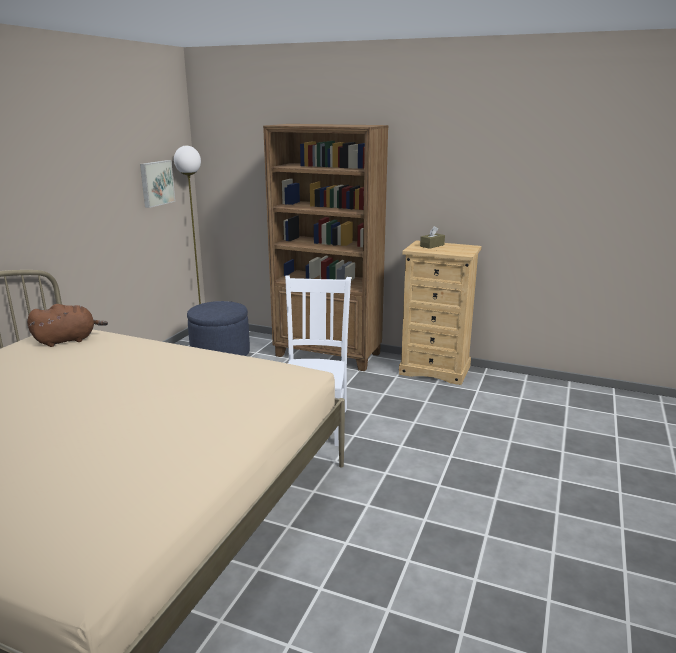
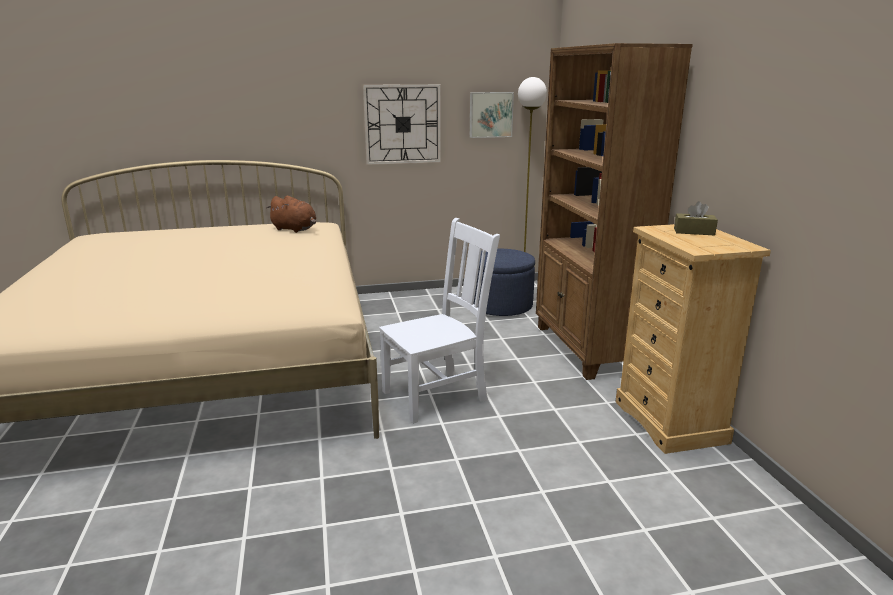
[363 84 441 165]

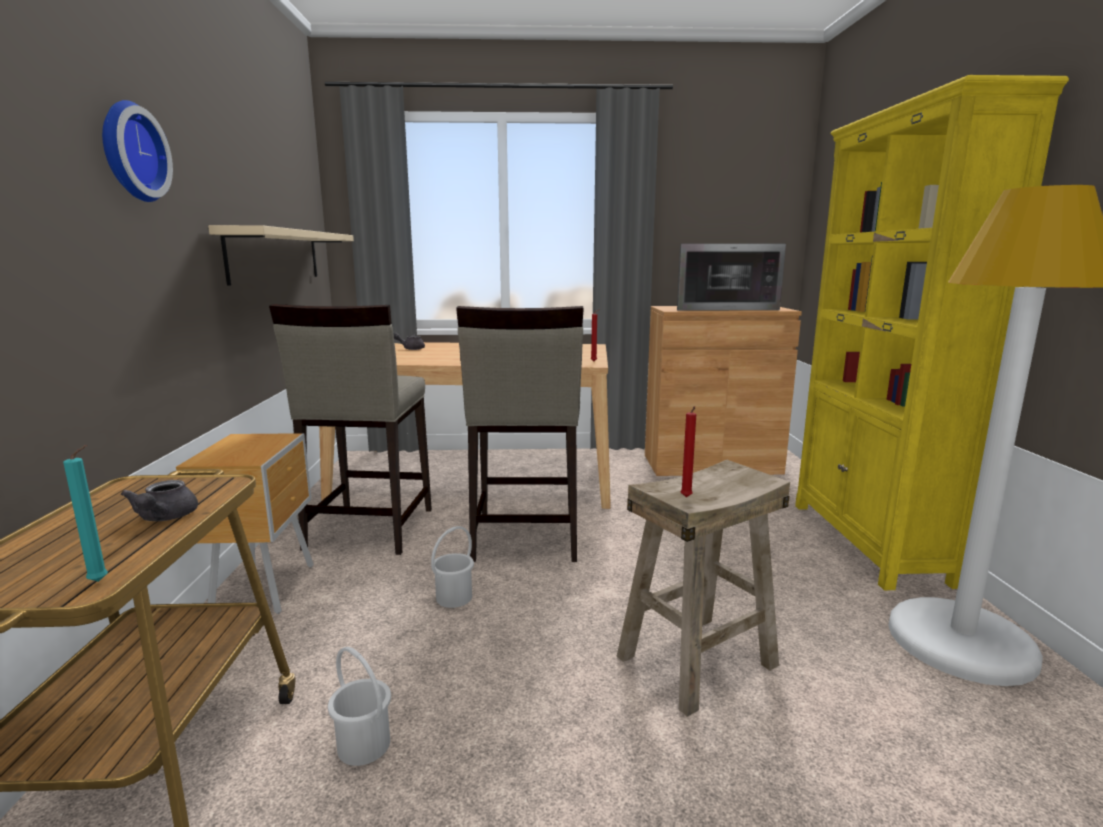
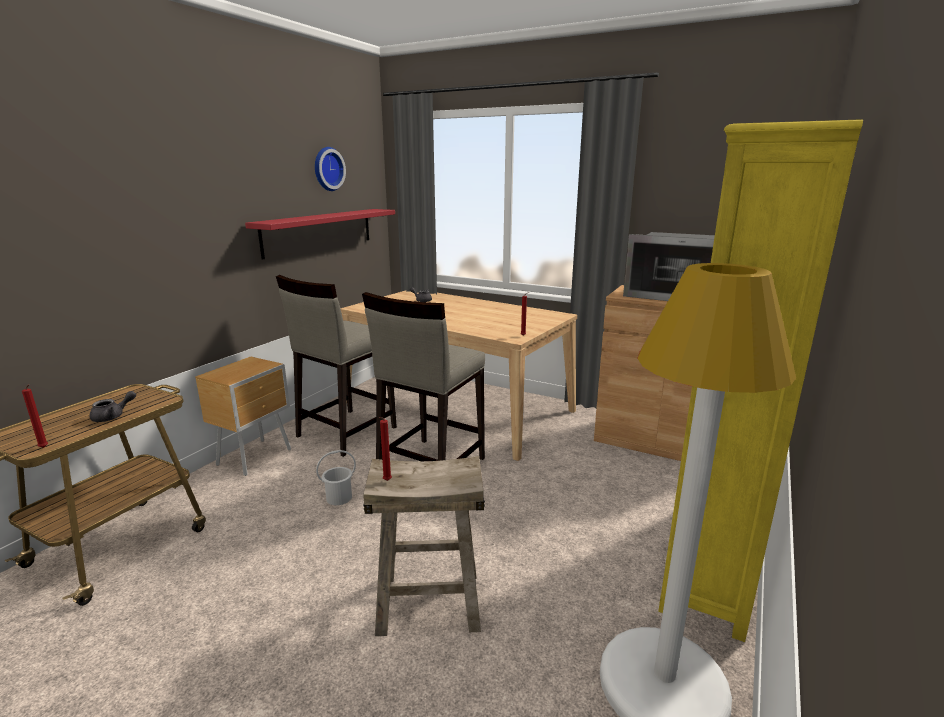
[22 384 48 448]
[89 391 136 422]
[245 209 395 260]
[315 147 346 191]
[328 647 391 766] (first image)

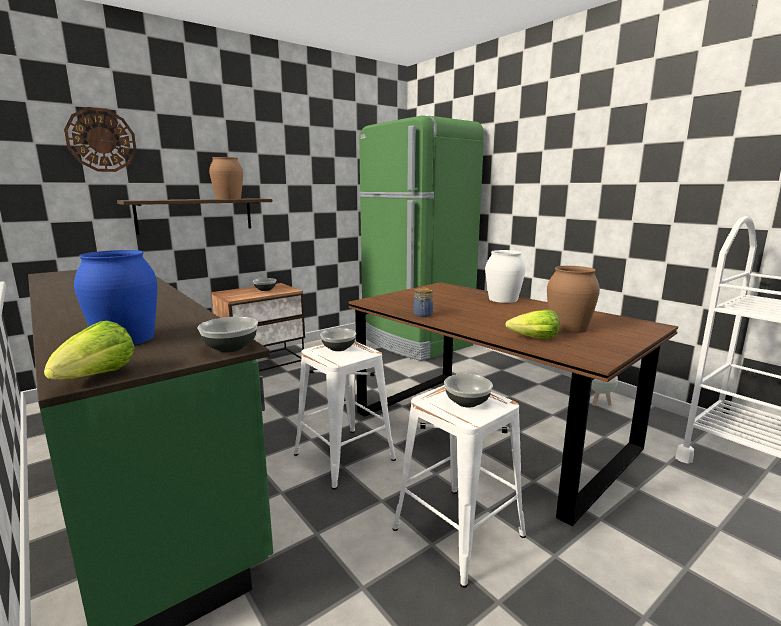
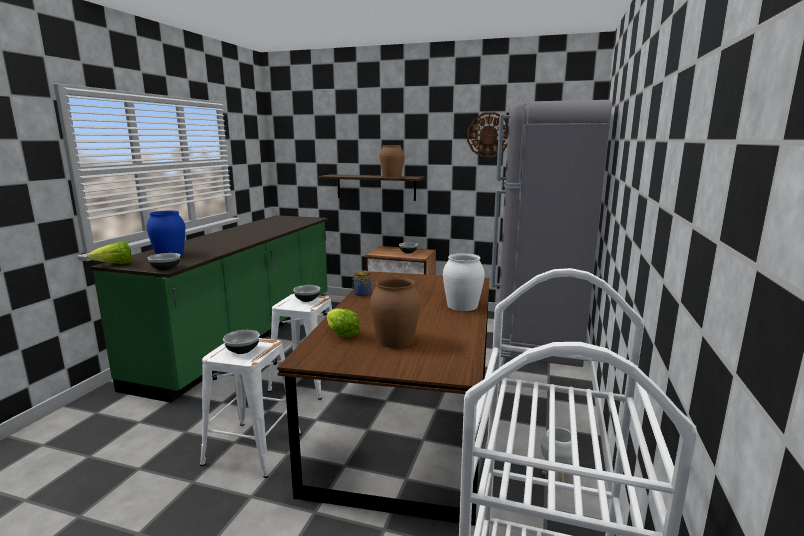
[467 112 508 157]
[491 100 612 367]

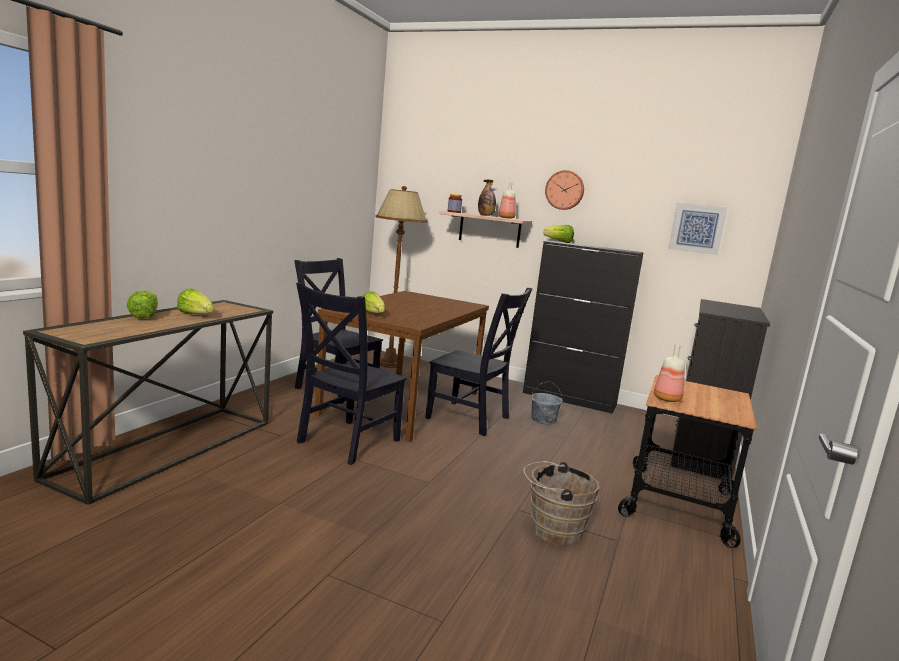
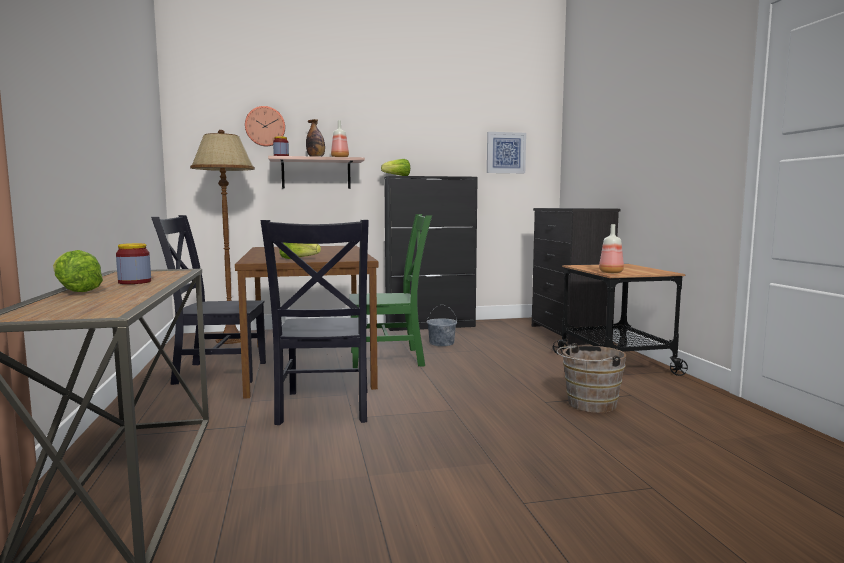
[116 243 151 284]
[245 106 285 146]
[349 214 432 368]

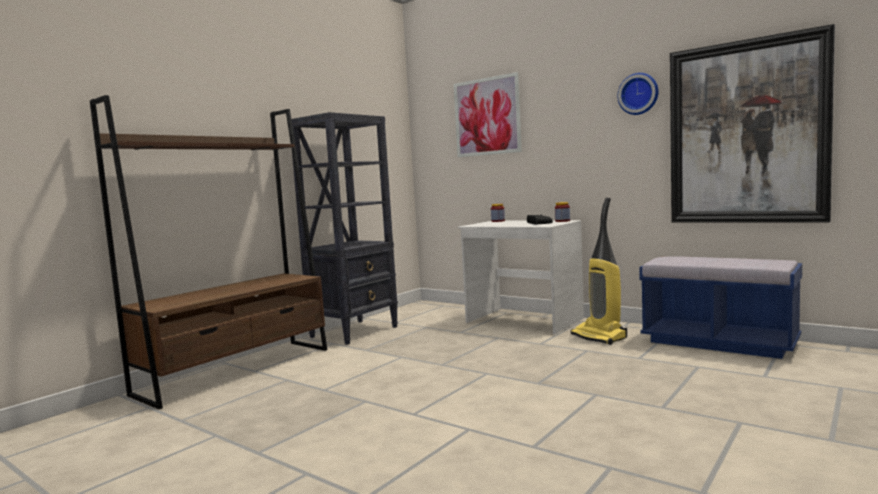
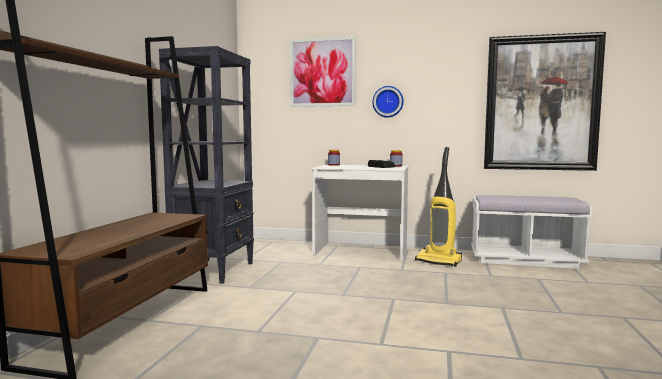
[372 86 404 117]
[471 195 593 269]

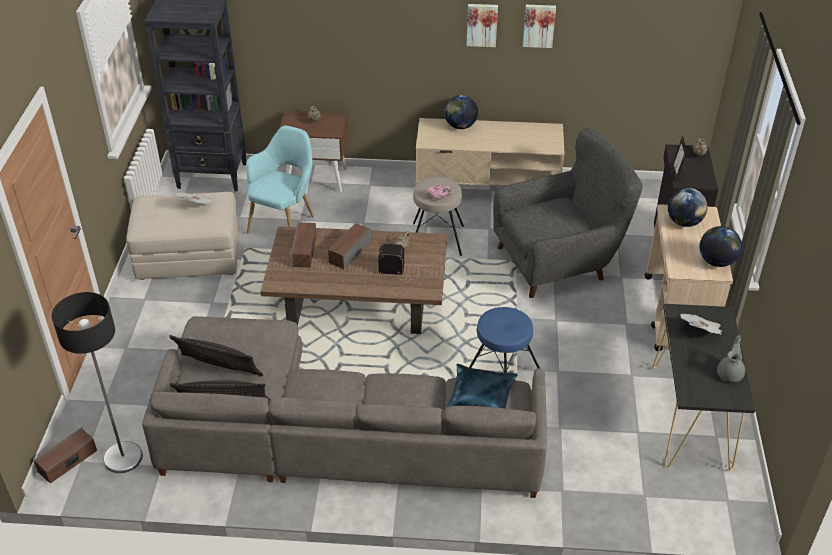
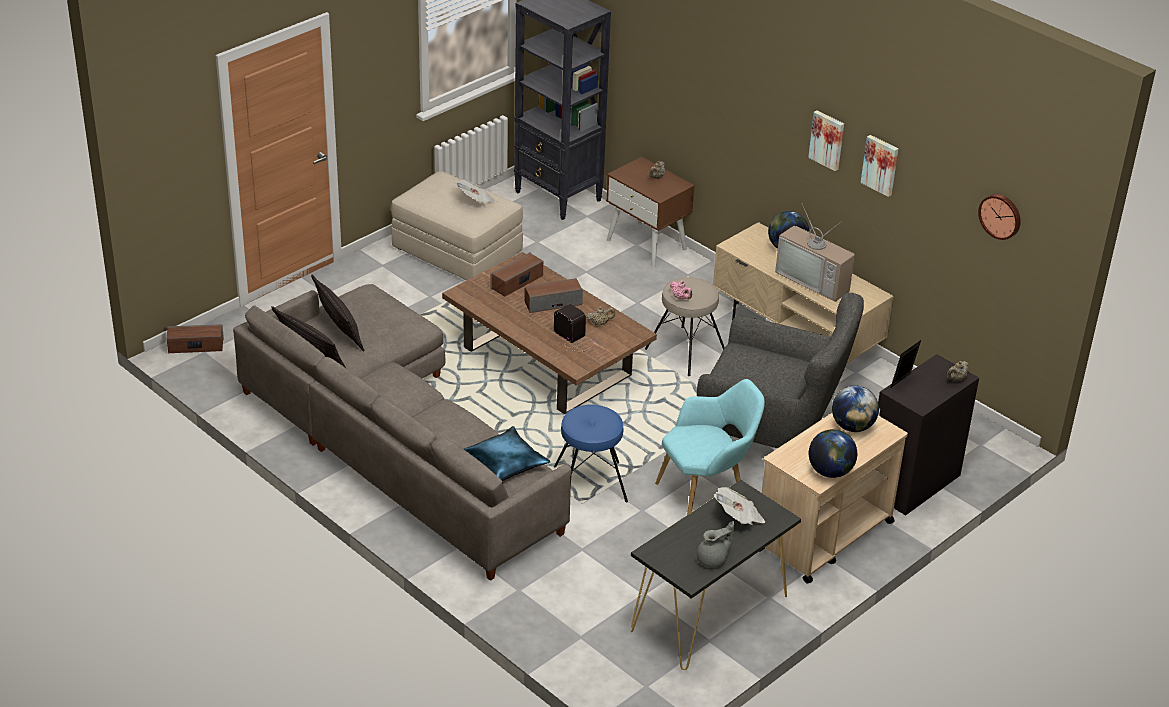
[655 379 765 515]
[775 204 855 302]
[978 194 1021 240]
[52 292 143 473] (first image)

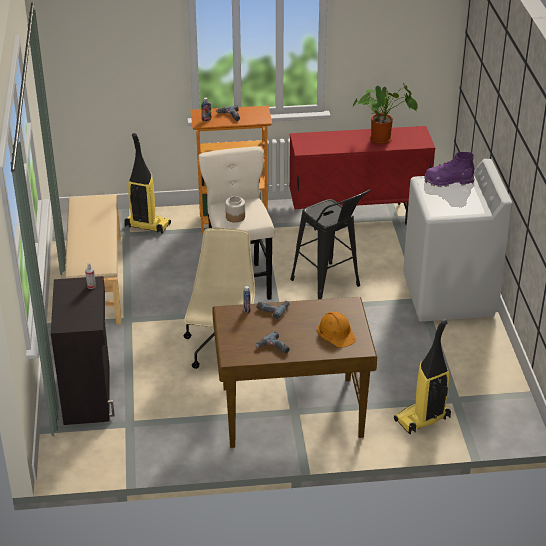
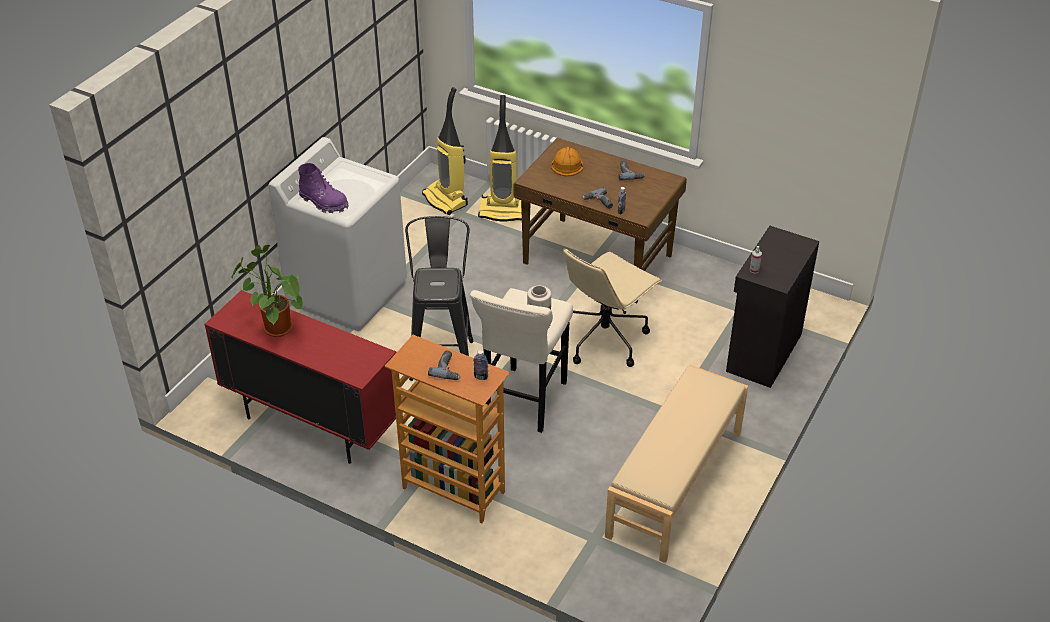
[422 87 468 215]

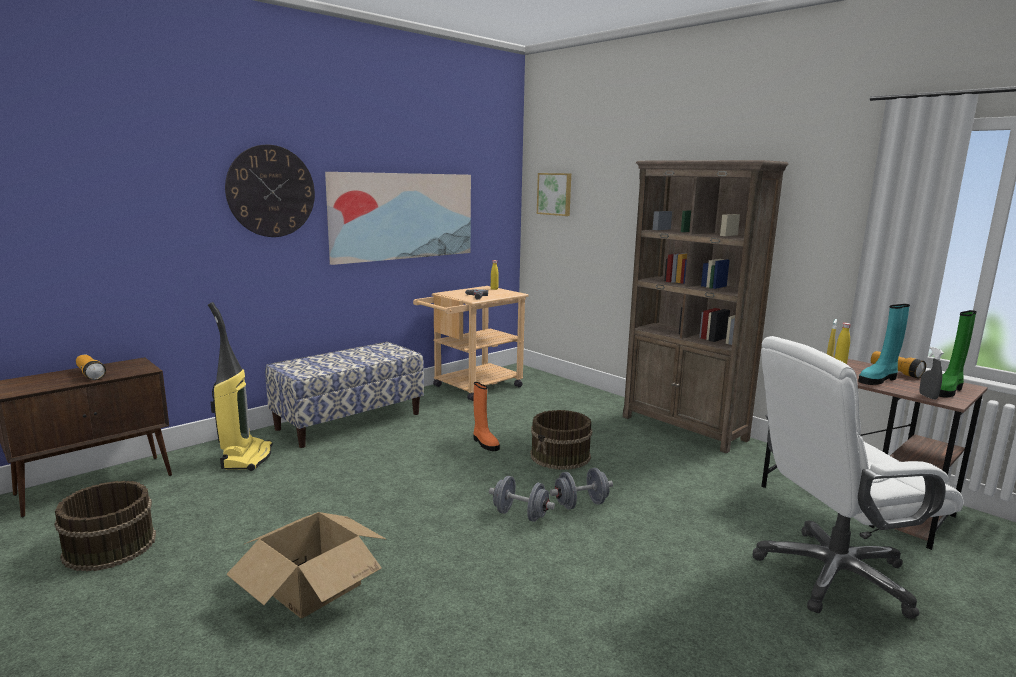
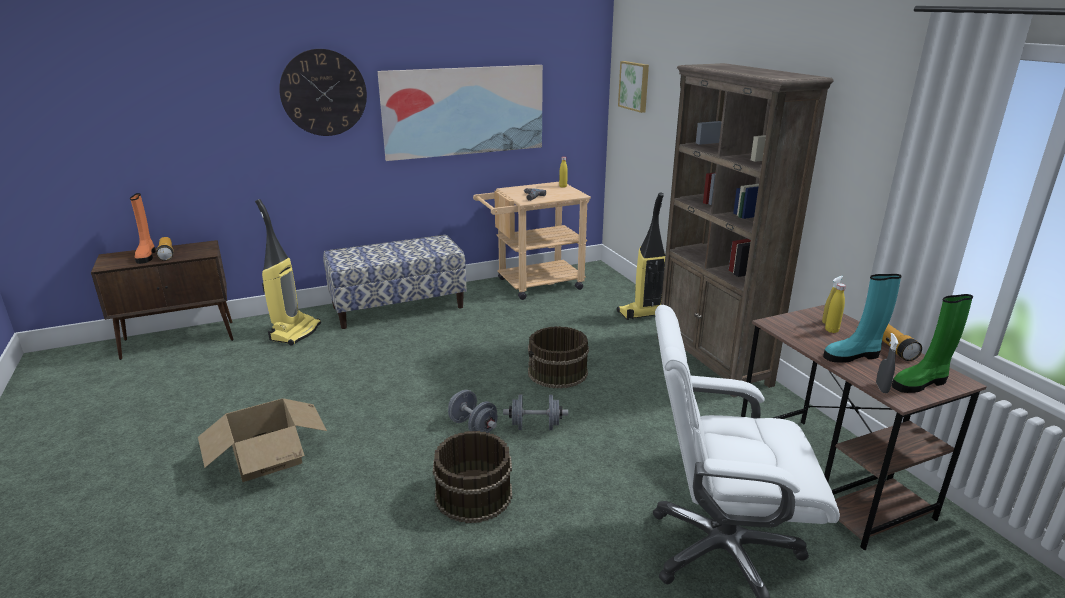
[130 193 156 264]
[433 431 512 523]
[617 193 665 320]

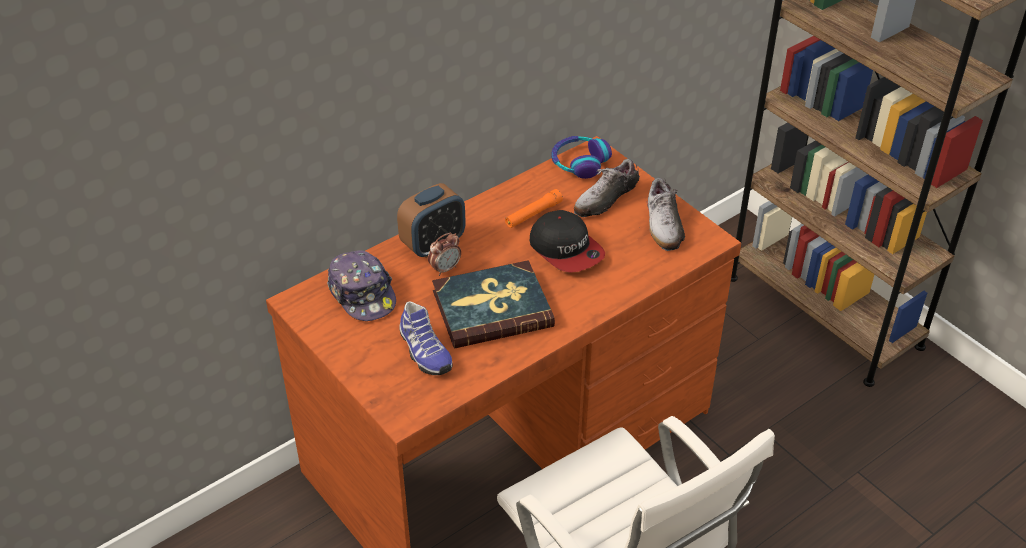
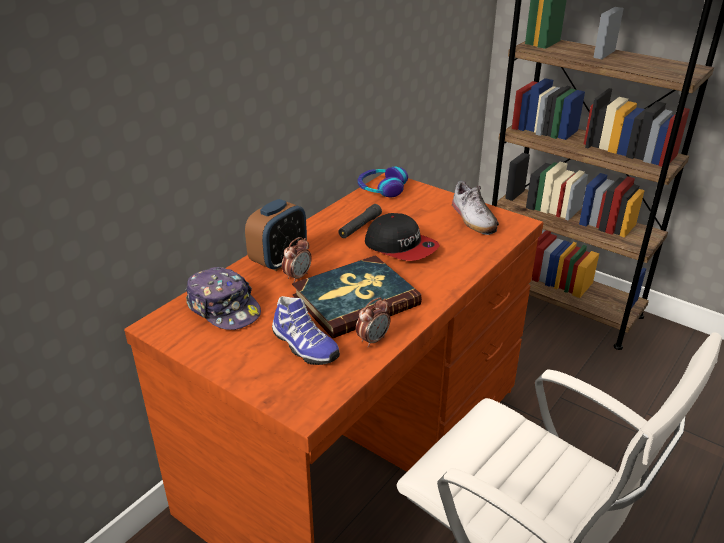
[338 204 382 238]
[356 297 390 348]
[574 159 640 217] (first image)

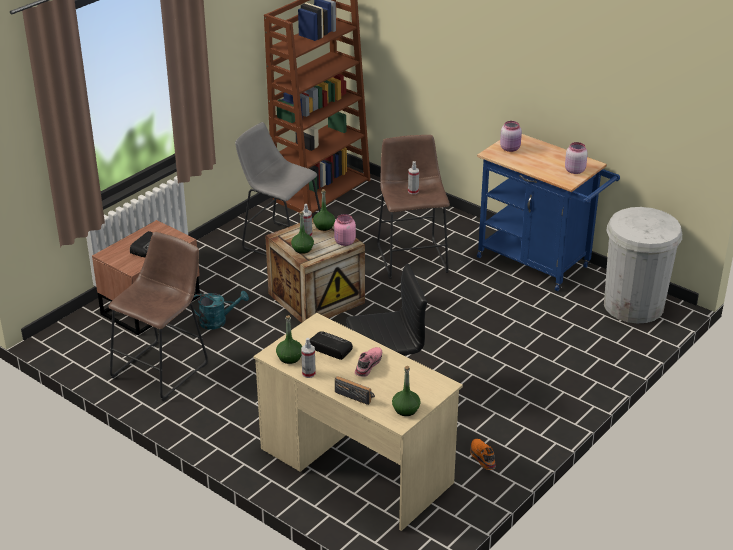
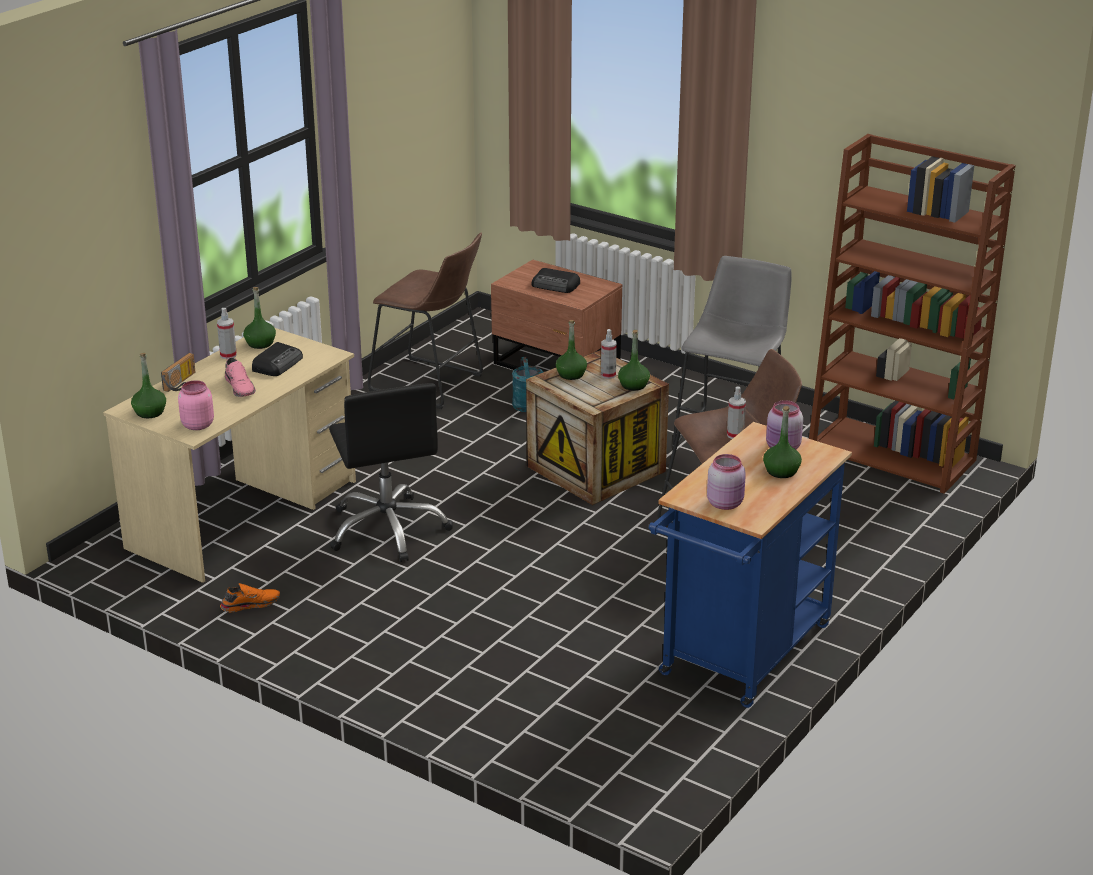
[178 380 214 430]
[225 358 256 397]
[763 406 802 478]
[604 207 682 324] (first image)

